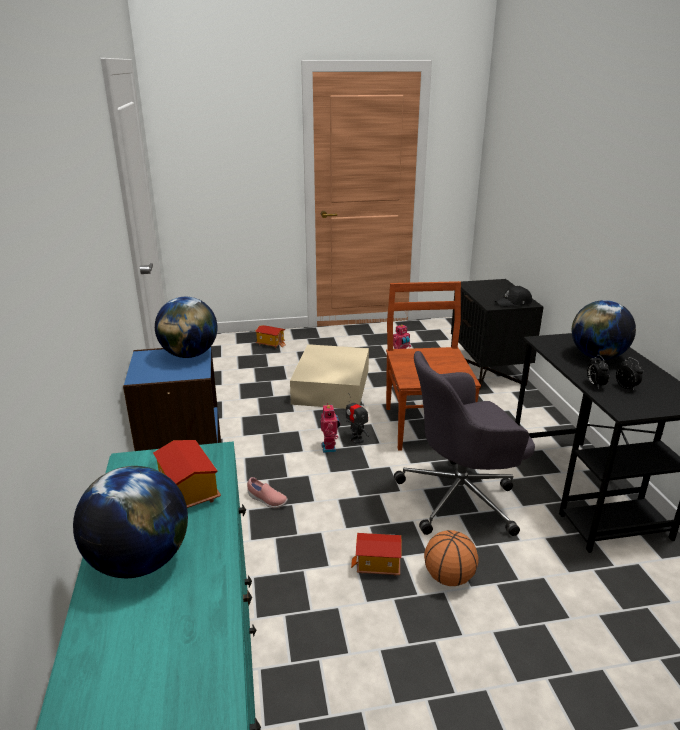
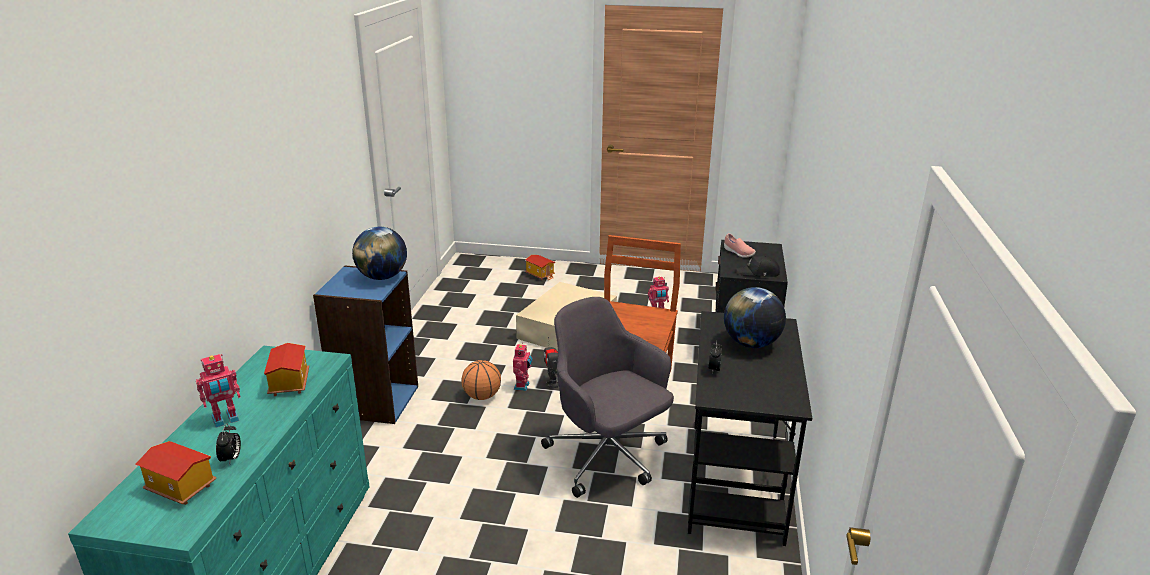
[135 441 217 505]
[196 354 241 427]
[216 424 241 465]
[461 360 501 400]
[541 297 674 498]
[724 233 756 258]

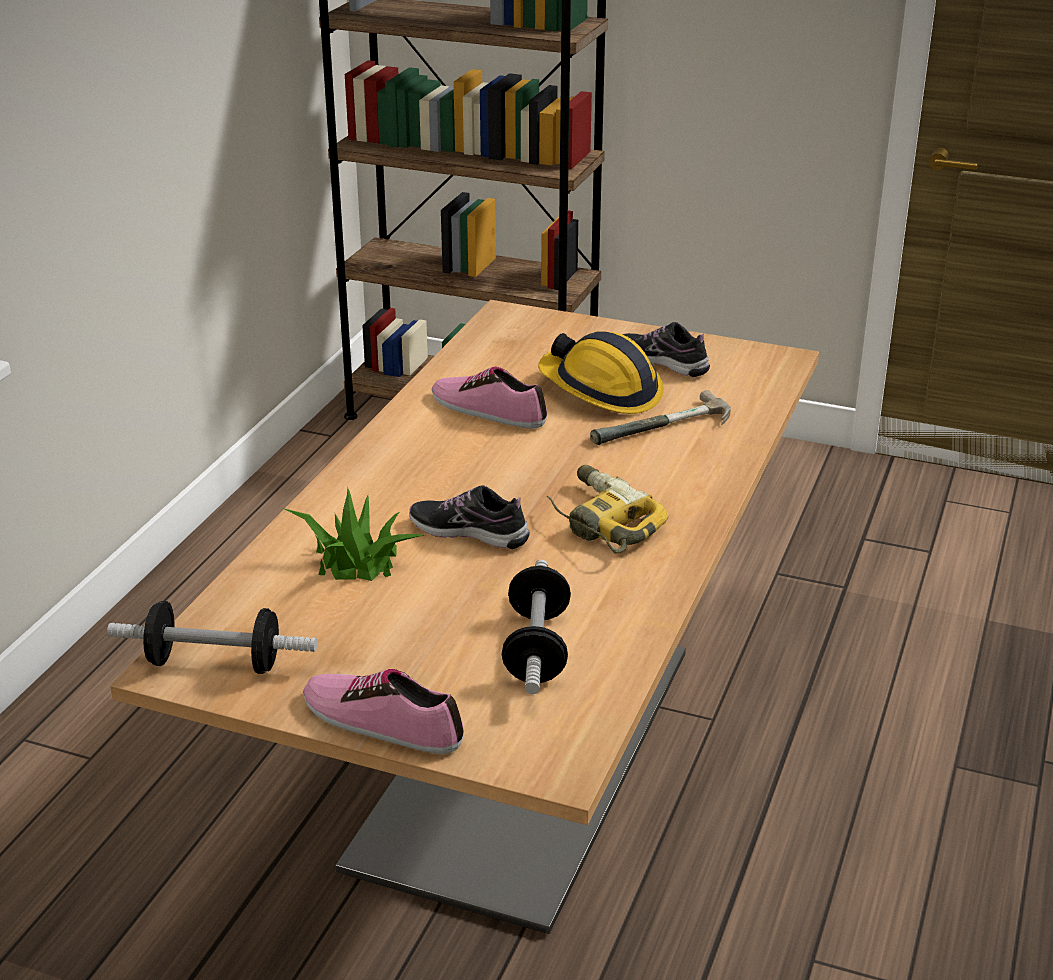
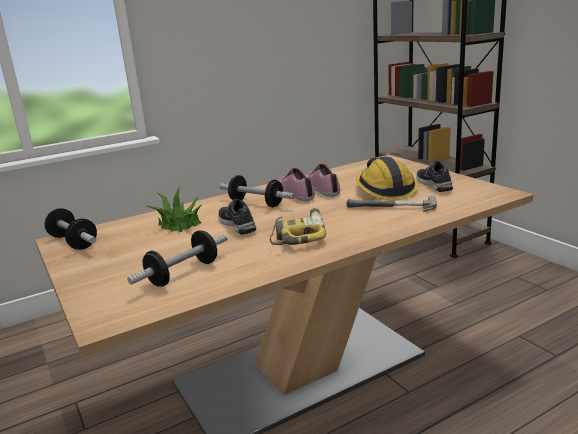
[219 175 295 207]
[278 168 315 201]

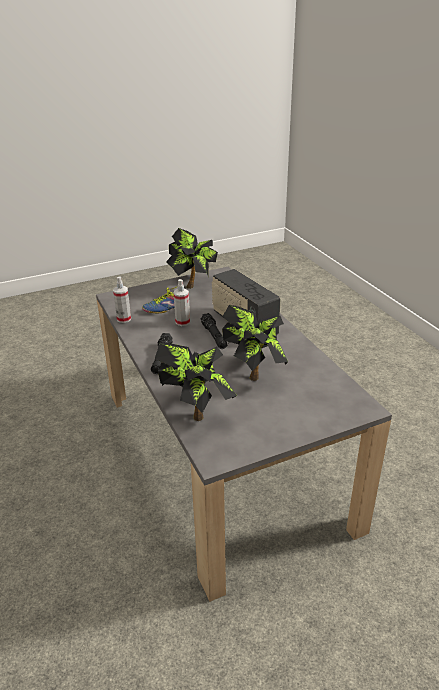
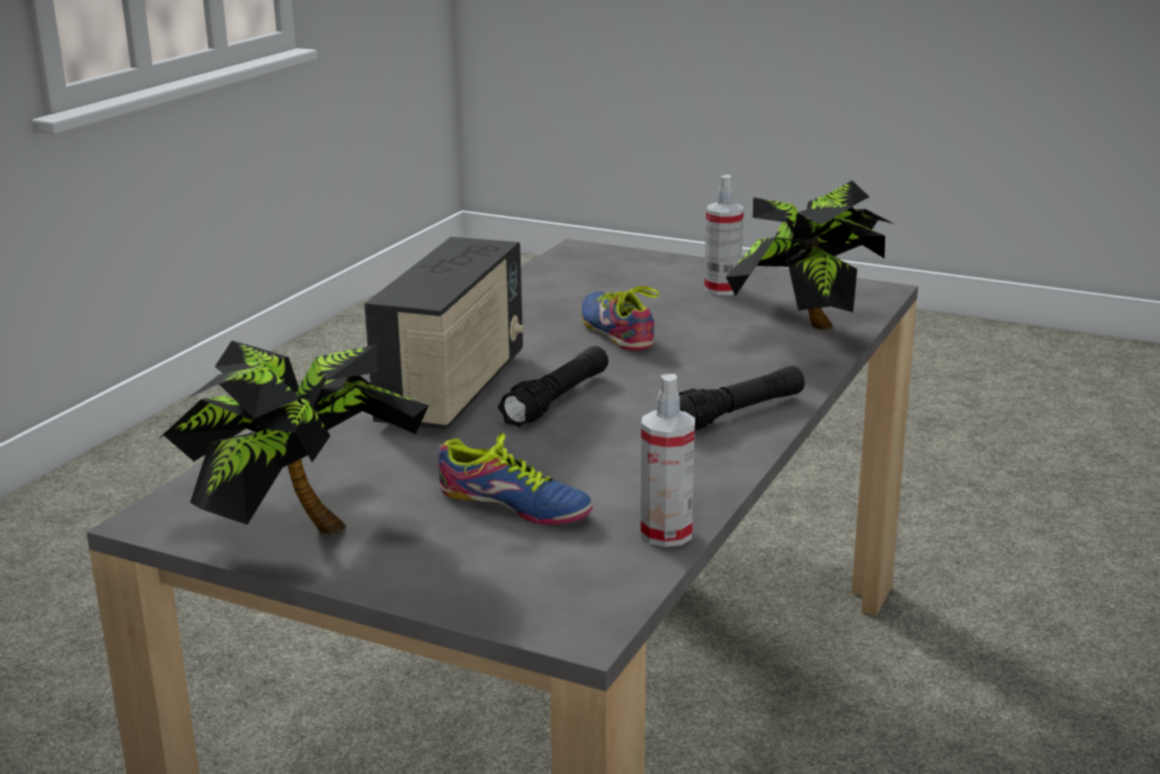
[581 286 659 351]
[704 175 744 295]

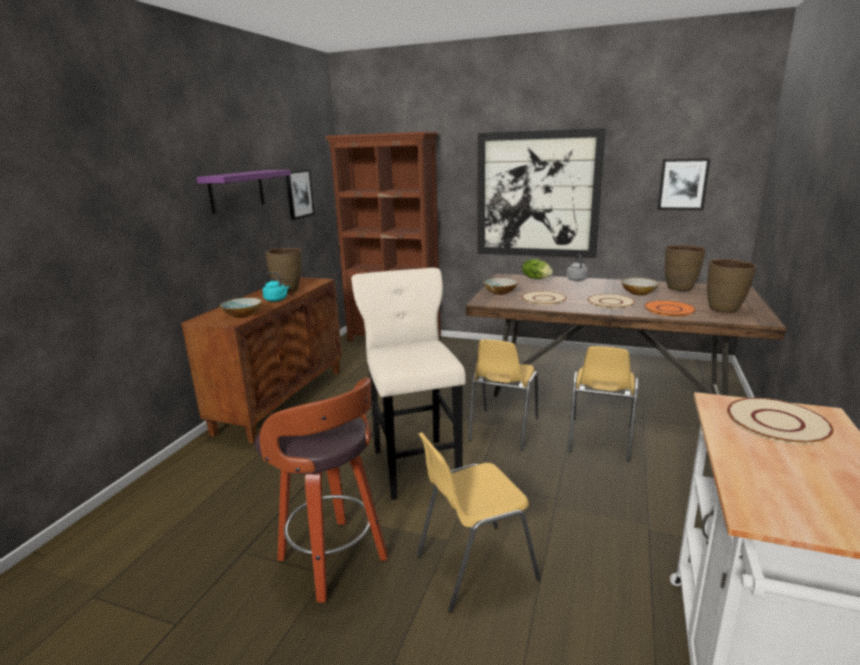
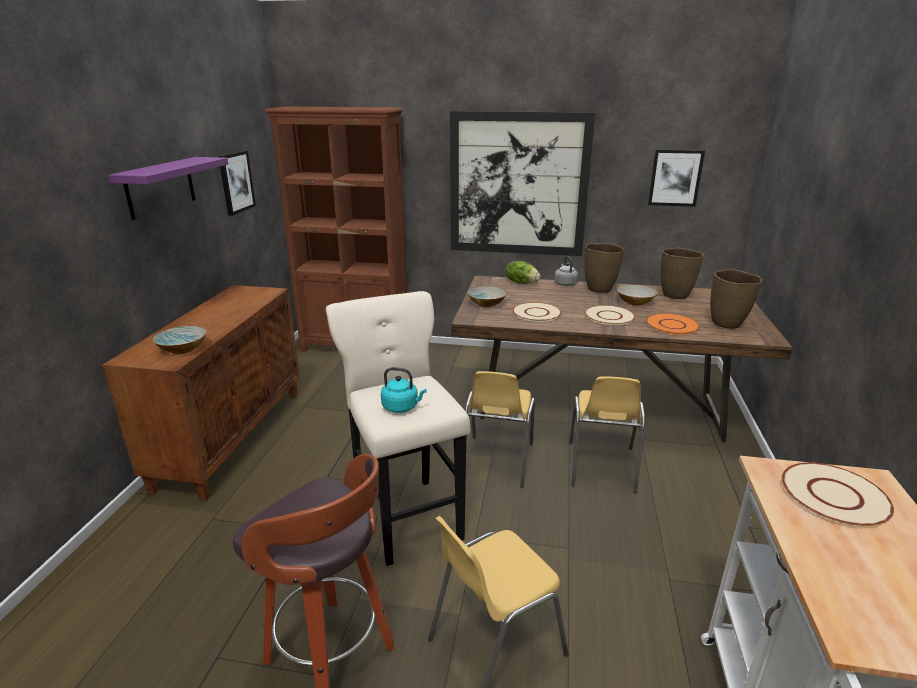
[381 367 427 413]
[585 243 624 293]

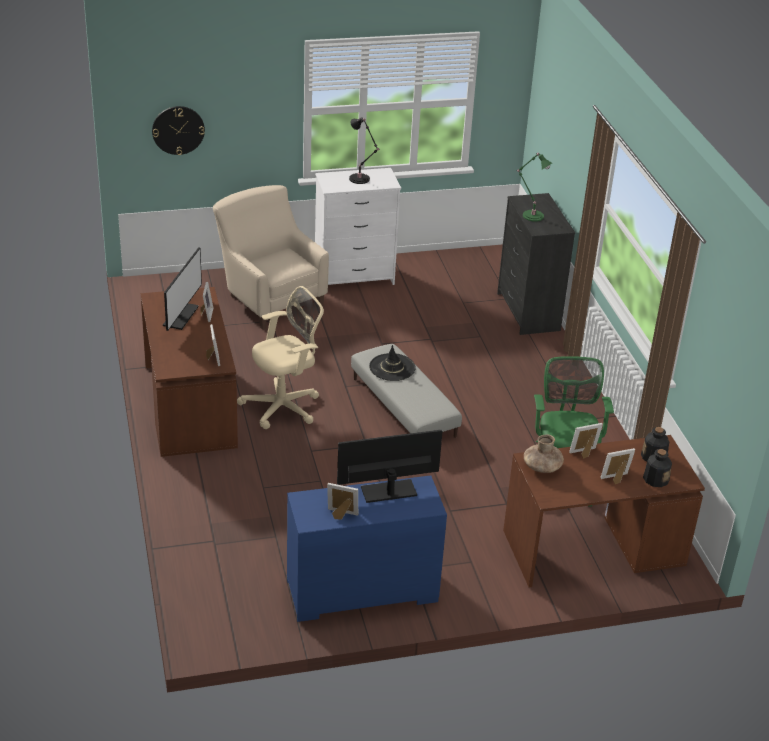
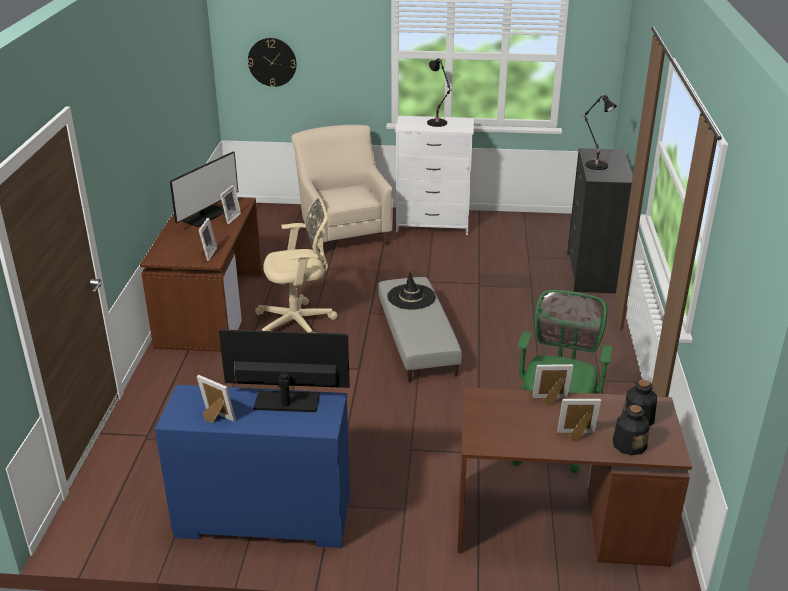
[582 94 617 170]
[524 434 564 473] (first image)

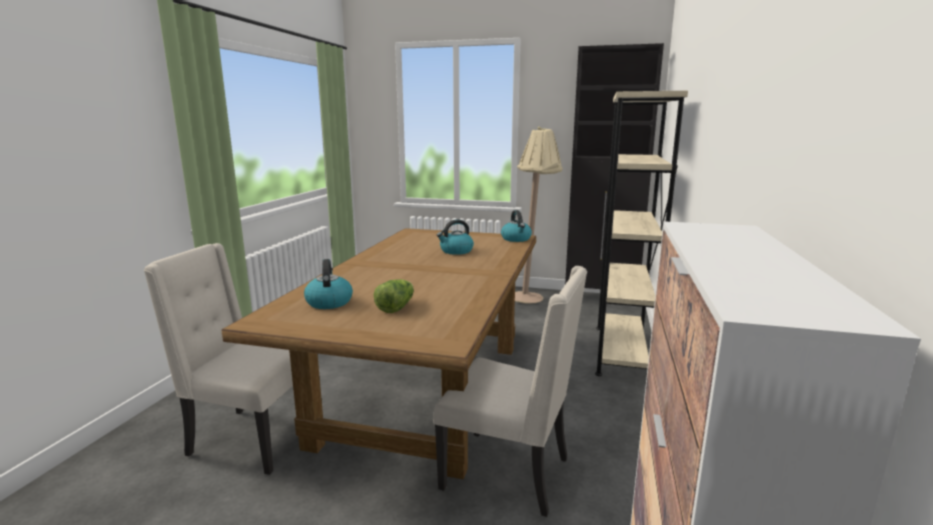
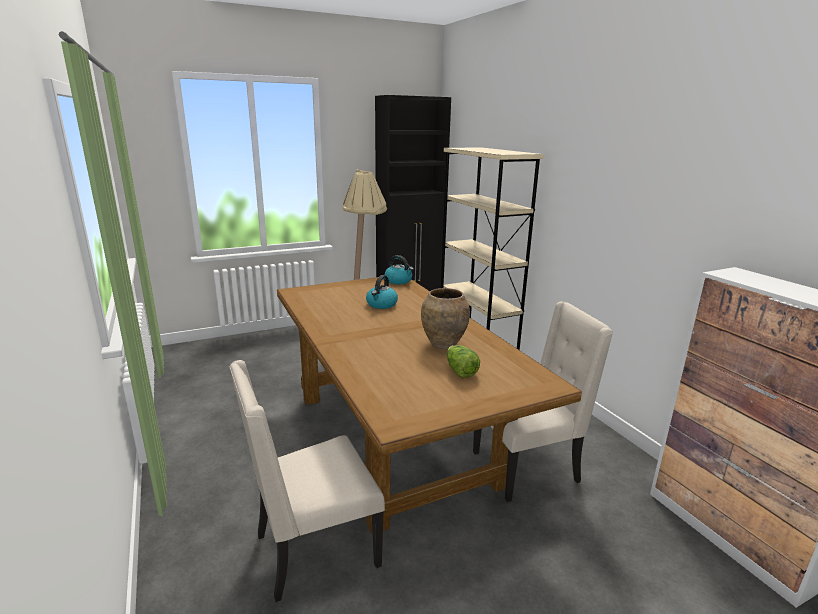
[421 288 470 349]
[304 259 353 309] (first image)

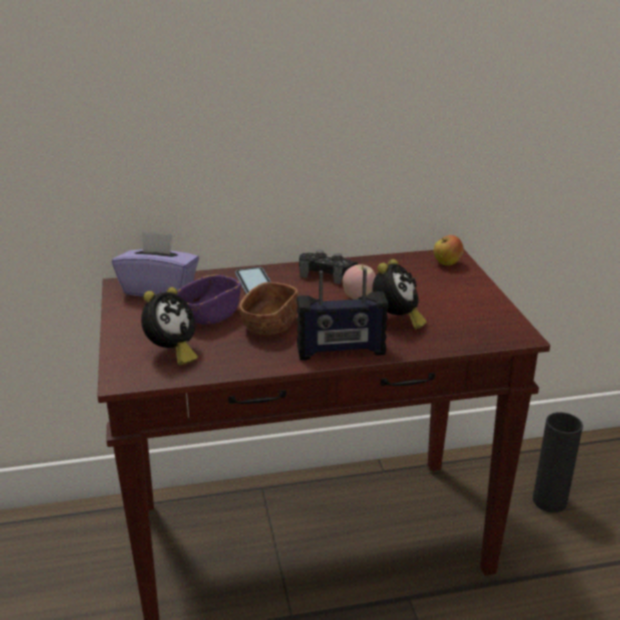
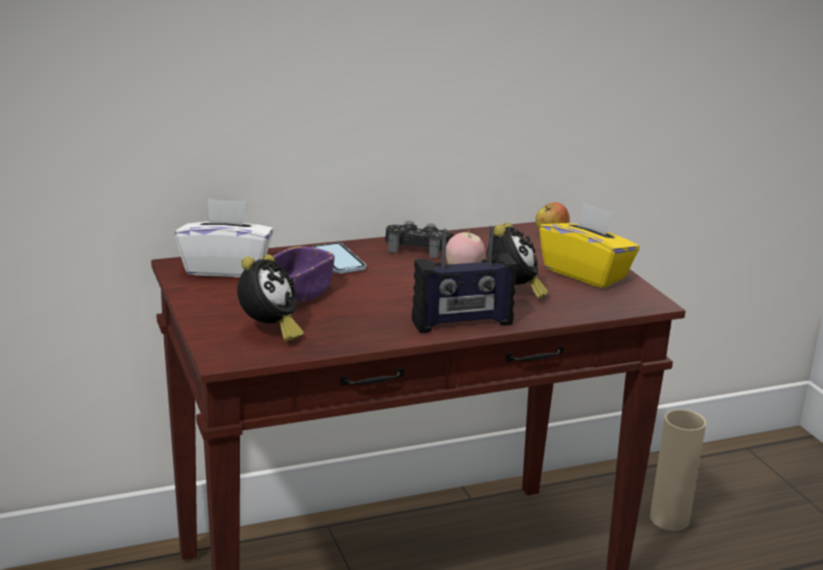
[175 199 274 277]
[539 202 640 288]
[650 409 706 531]
[239 282 298 335] (first image)

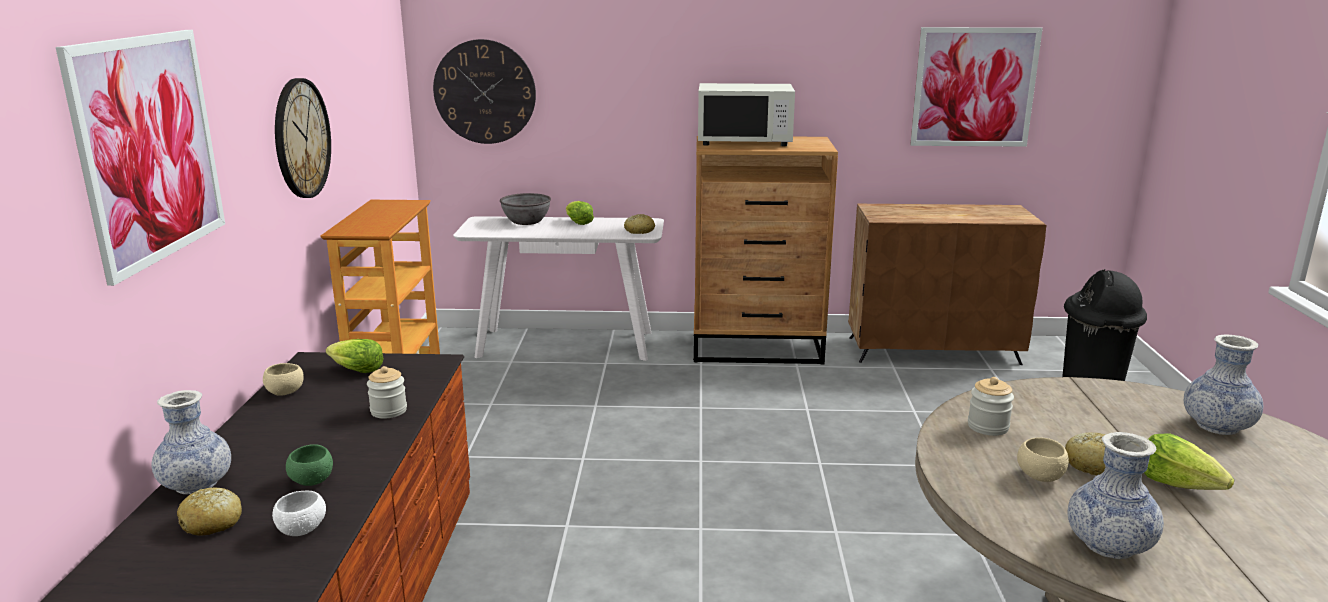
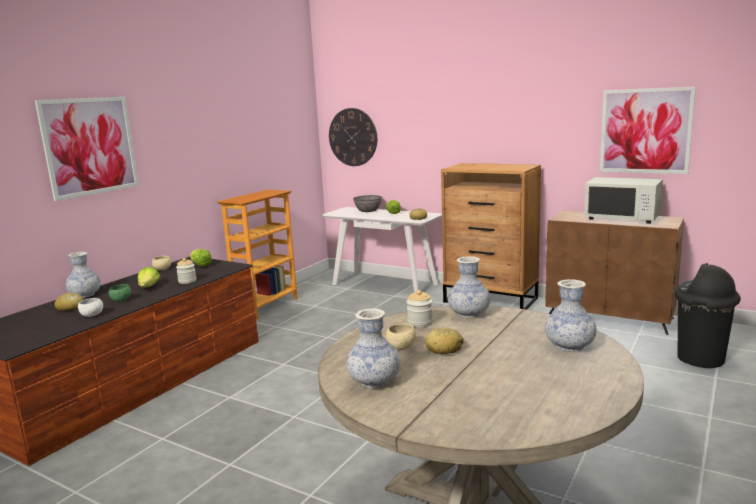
[138 267 160 288]
[448 256 490 318]
[584 177 663 224]
[275 78 331 198] (first image)

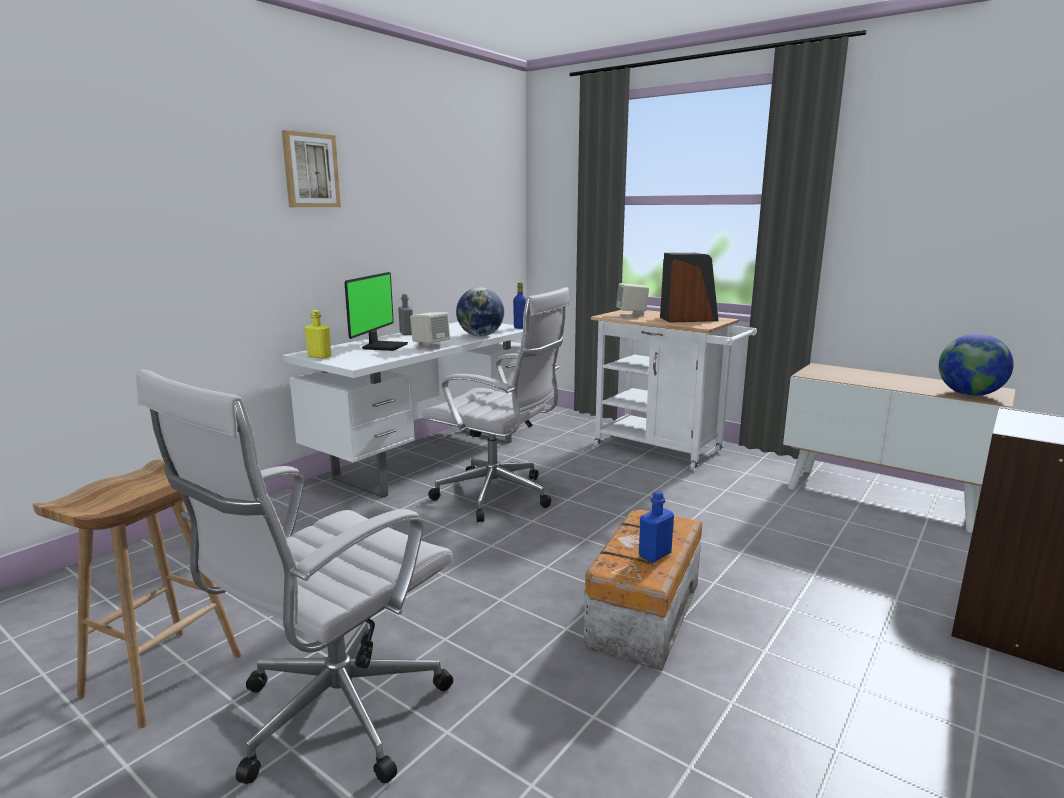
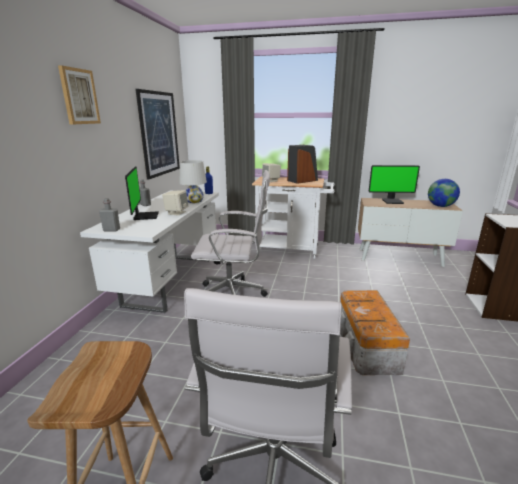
[99 198 120 231]
[135 89 180 180]
[179 160 207 203]
[369 165 420 204]
[639 491 674 563] (first image)

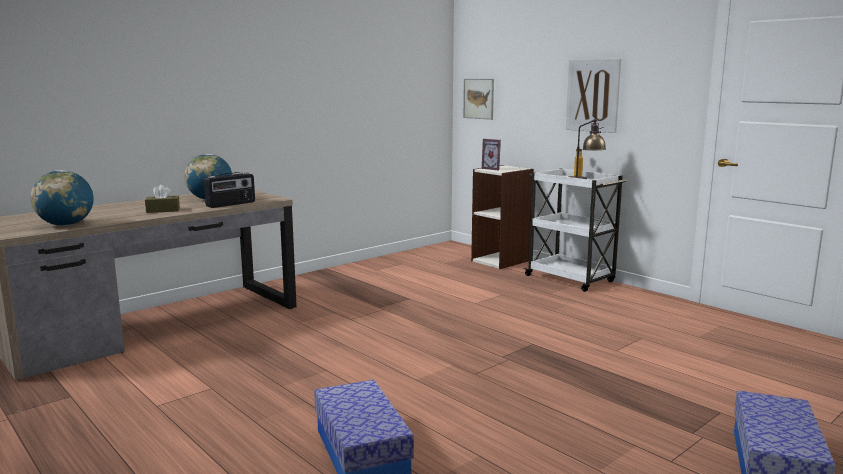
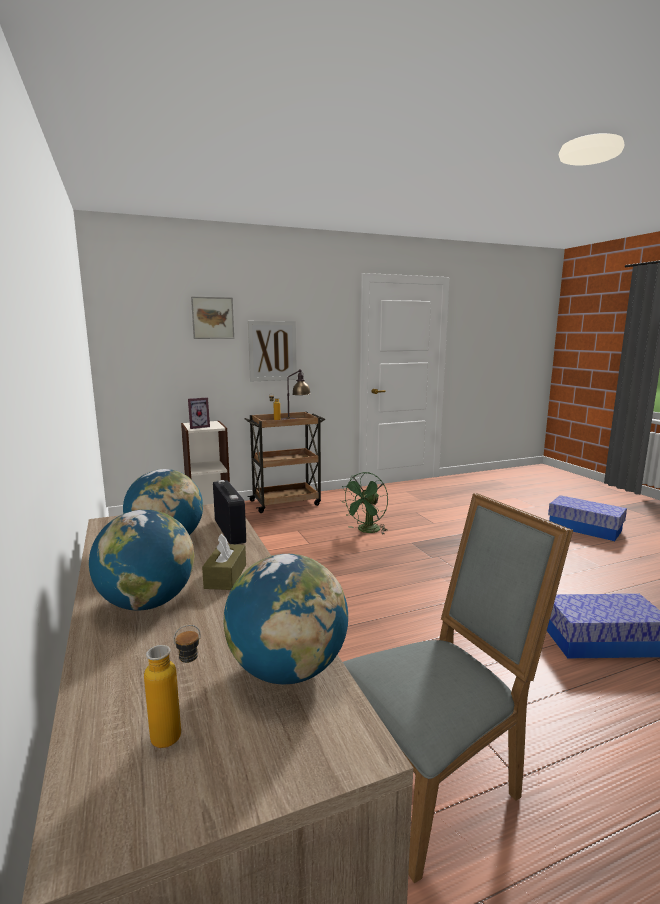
[89 509 194 610]
[144 625 201 748]
[191 297 234 339]
[245 412 325 513]
[341 472 388 534]
[343 493 573 883]

